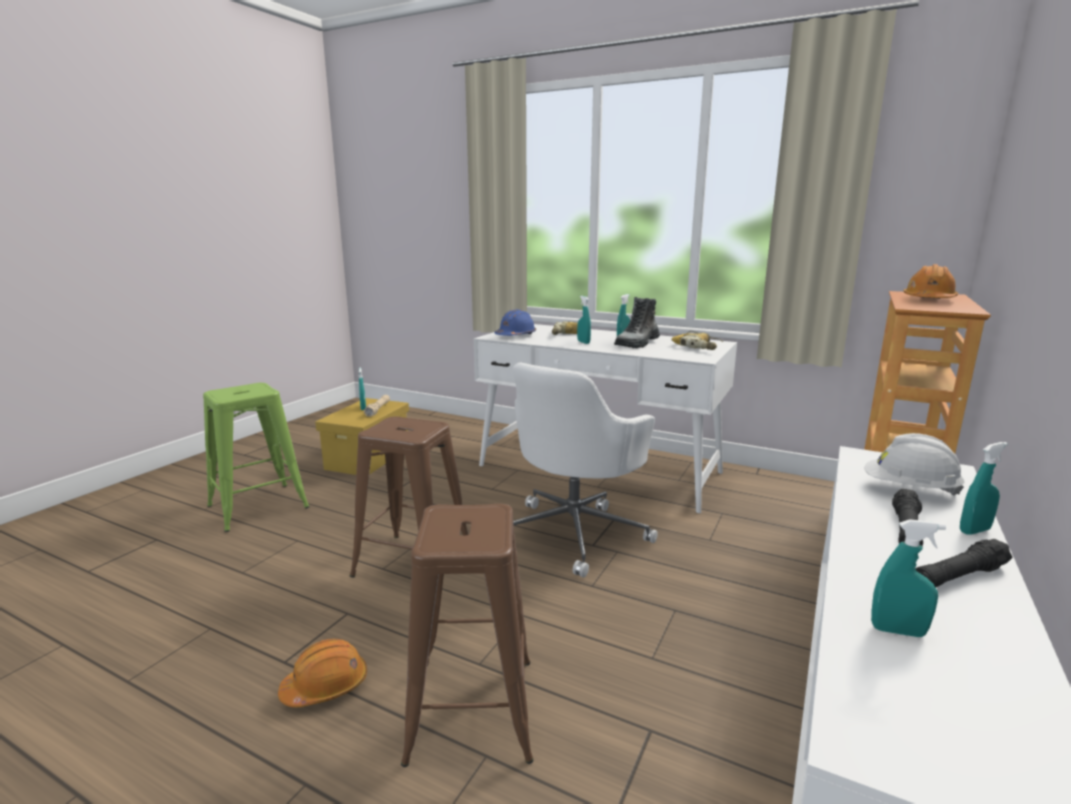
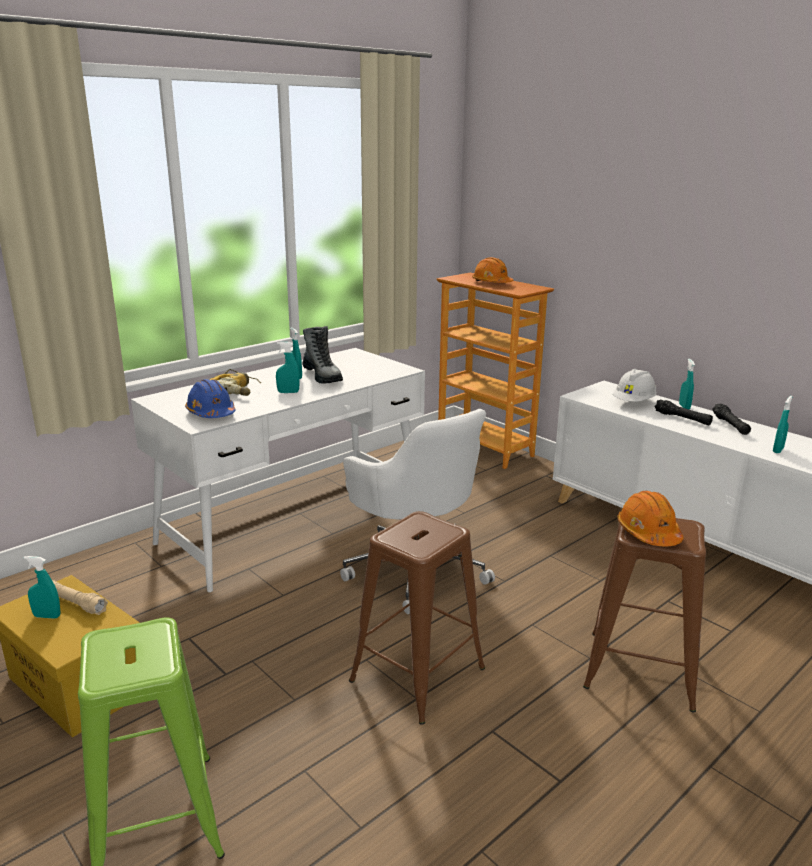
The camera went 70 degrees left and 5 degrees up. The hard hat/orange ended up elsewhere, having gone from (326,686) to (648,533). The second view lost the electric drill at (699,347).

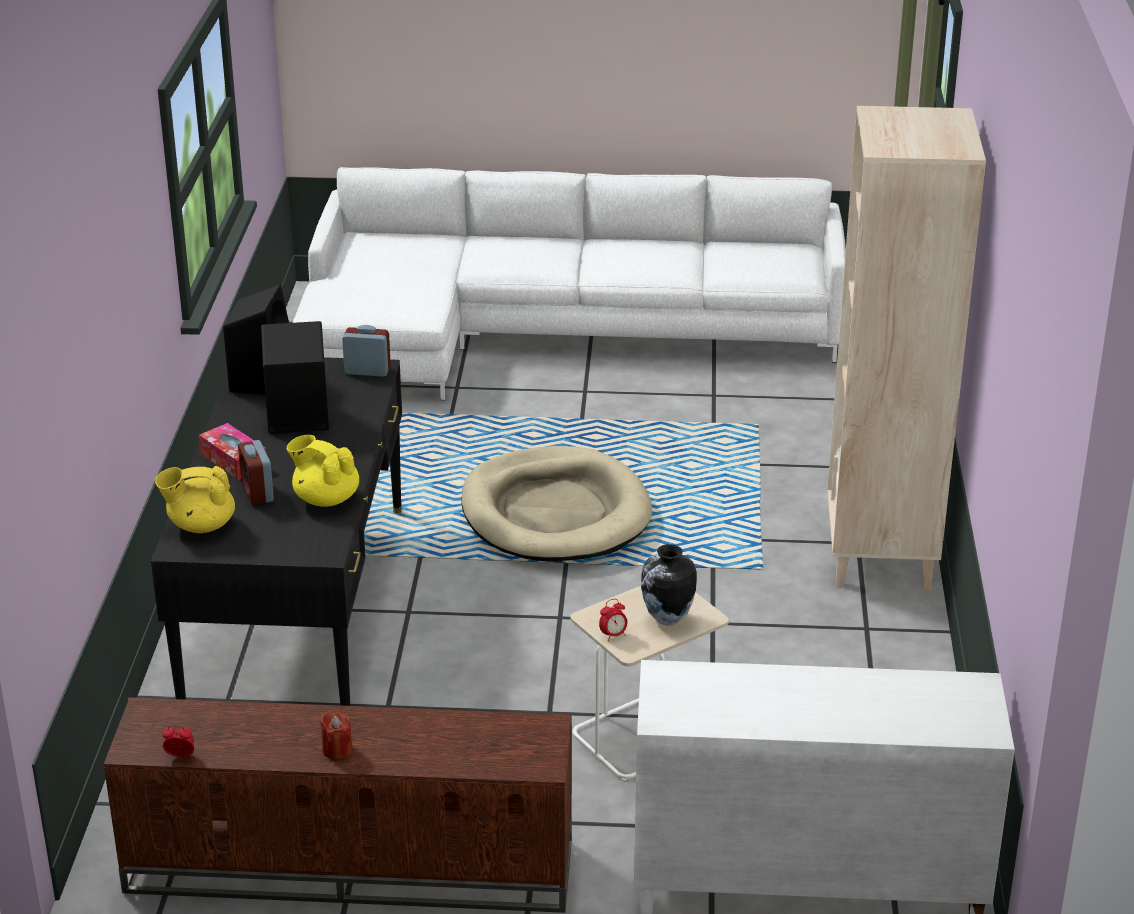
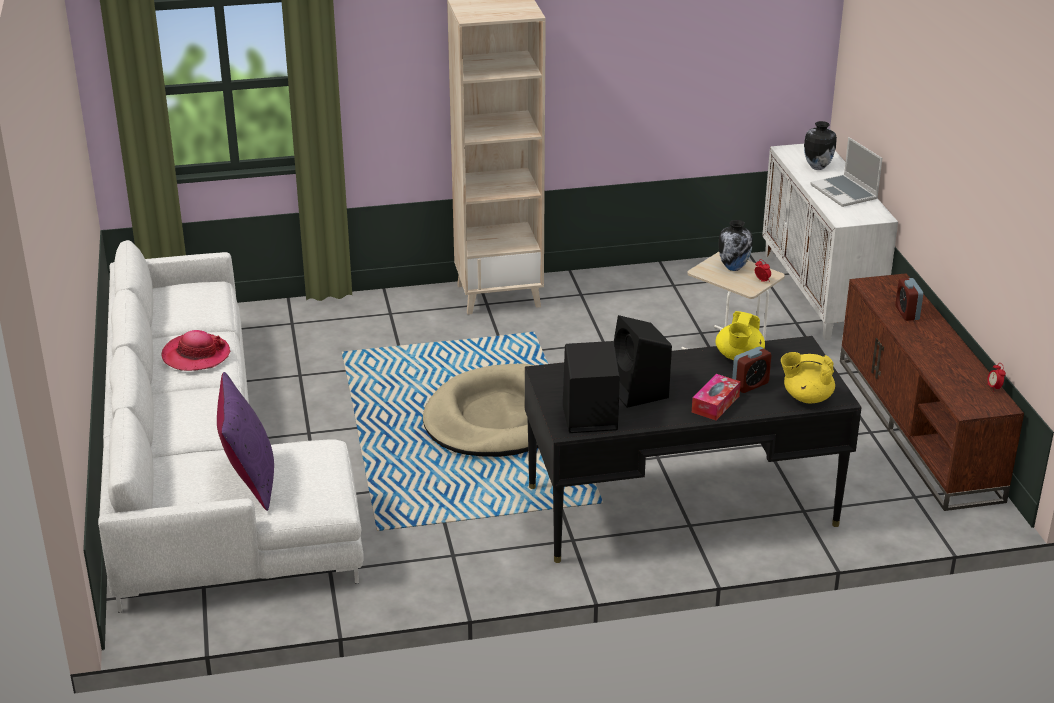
The camera went 105 degrees left and 0 degrees up. The pot for tea/yellow at (200,525) ended up facing another way, 120 degrees clockwise from before. The second view lost the candle/red at (337,749). The table clock ended up elsewhere, having gone from (367,371) to (907,313). The second view gained the hat at (196,355). The second view gained the cushion/purple-coloured at (250,480). The second view gained the vase at (817,167). The second view gained the laptop at (845,192).

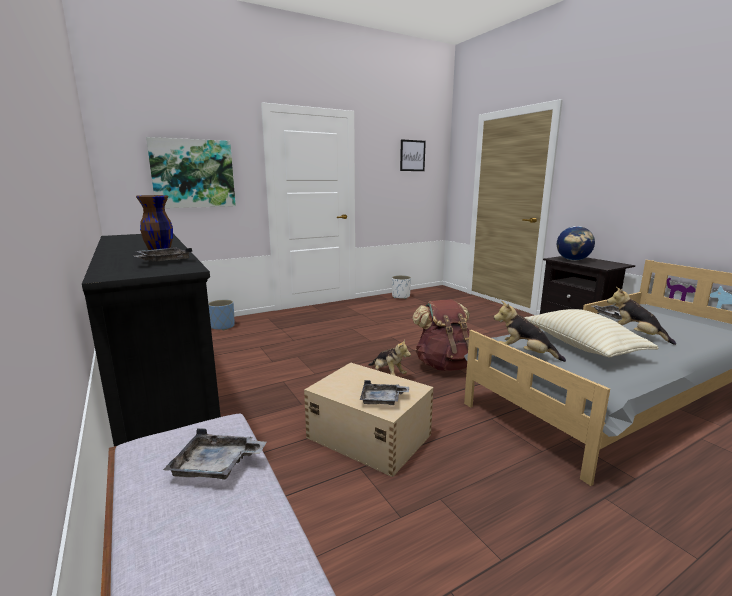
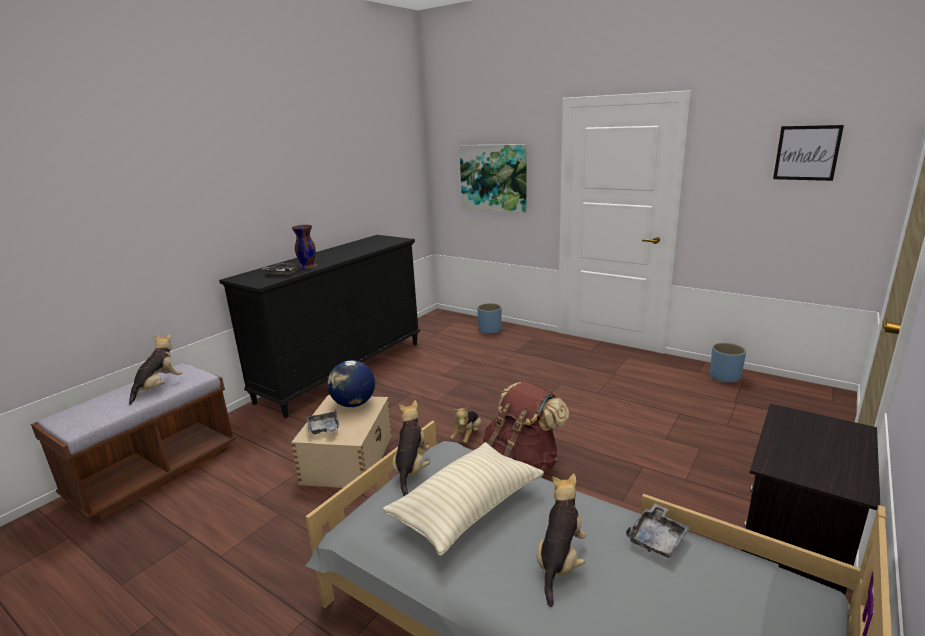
The camera went 65 degrees right and 5 degrees up. Where the carrying tray/gray stood at (216,466), the soft toy came to stand at (158,387). What was the flower pot/white-coloured at (400,296) turned into the flower pot/bluish at (725,377). The world globe ended up elsewhere, having gone from (573,260) to (353,404).

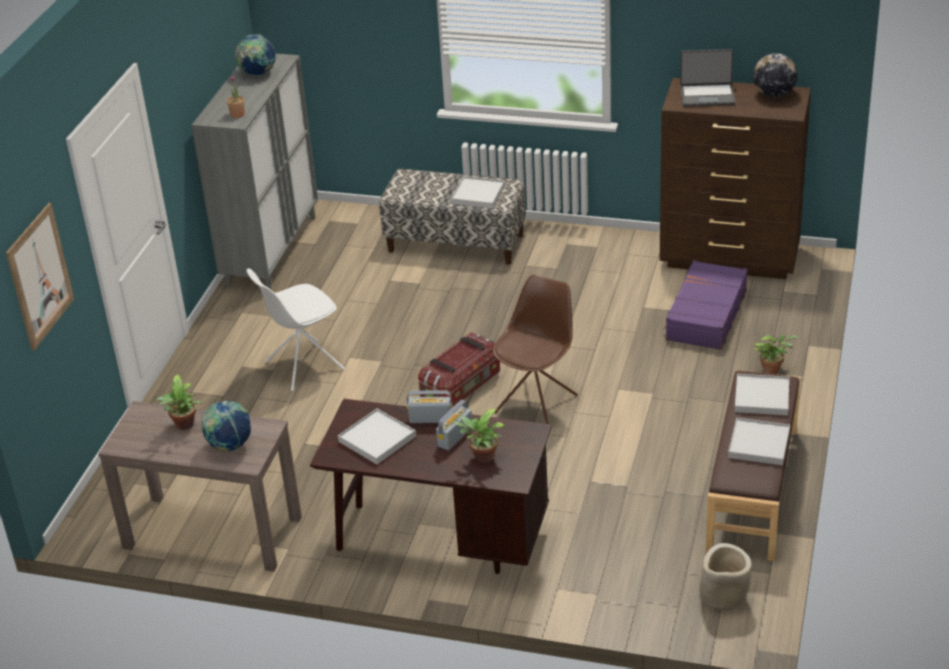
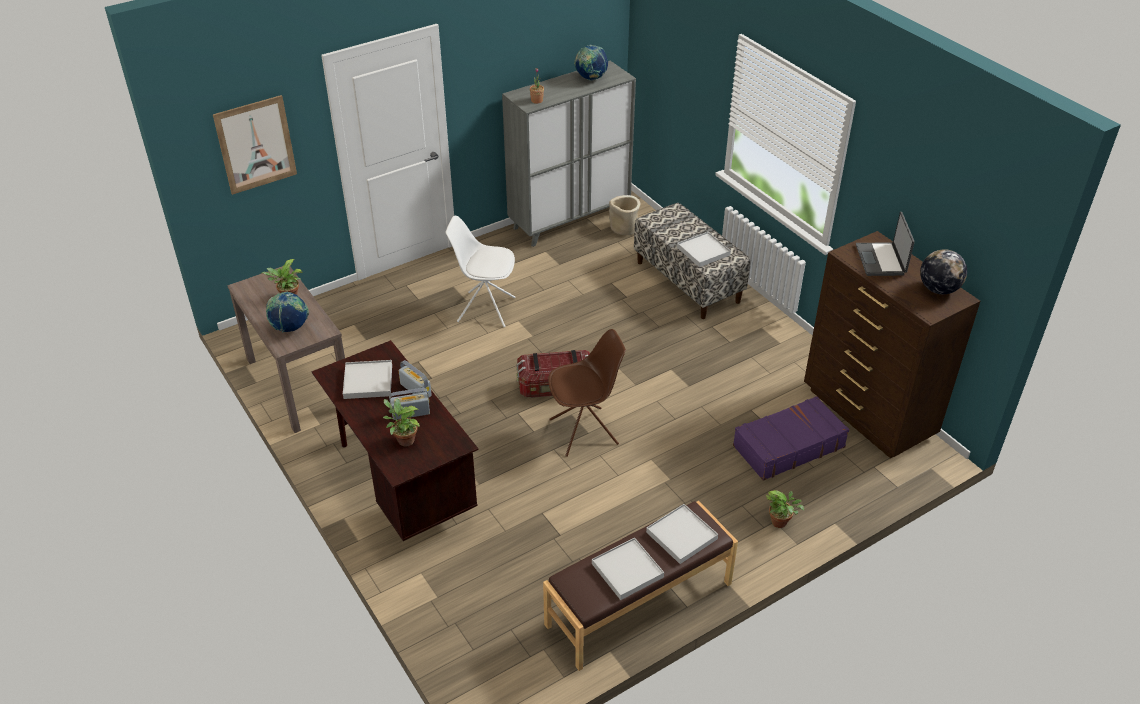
The camera went 40 degrees right and 5 degrees up. The laptop at (707,96) ended up facing another way, 45 degrees clockwise from before. The flower pot/beige ended up elsewhere, having gone from (723,596) to (624,228).

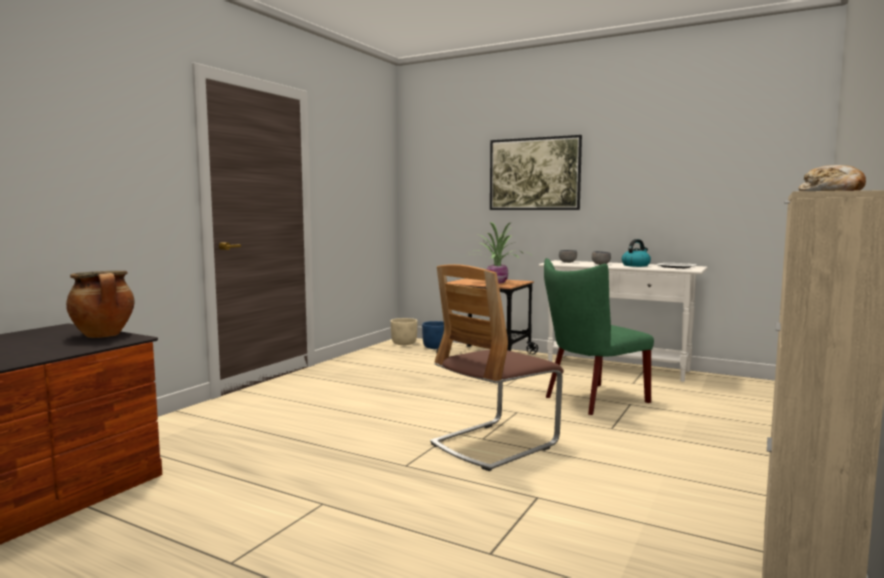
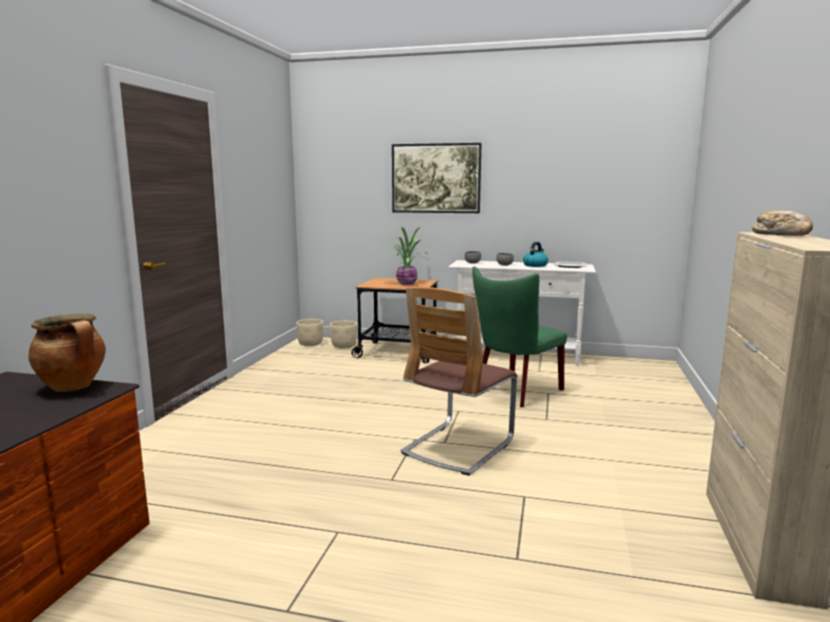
The camera went 15 degrees left and 5 degrees up. What was the flower pot/bluish at (435,347) turned into the flower pot/beige at (344,346).

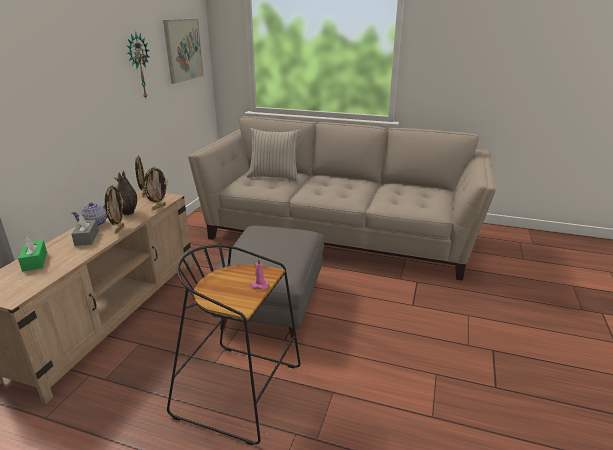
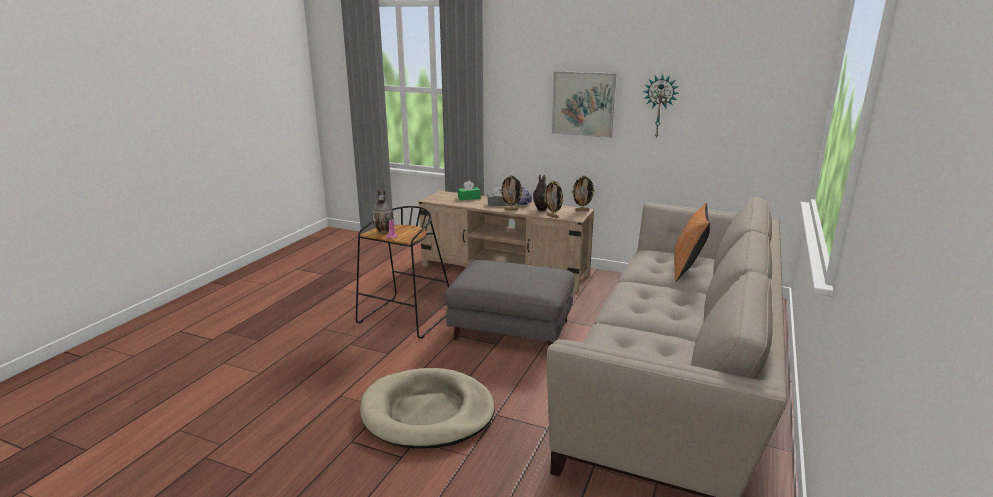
The camera went 95 degrees right and 5 degrees down. The wall art ended up elsewhere, having gone from (183,50) to (583,104). What was the cushion/beige at (274,176) turned into the cushion/orange at (687,269). The second view gained the dog bed/beige at (427,413). The second view gained the vase at (384,231).

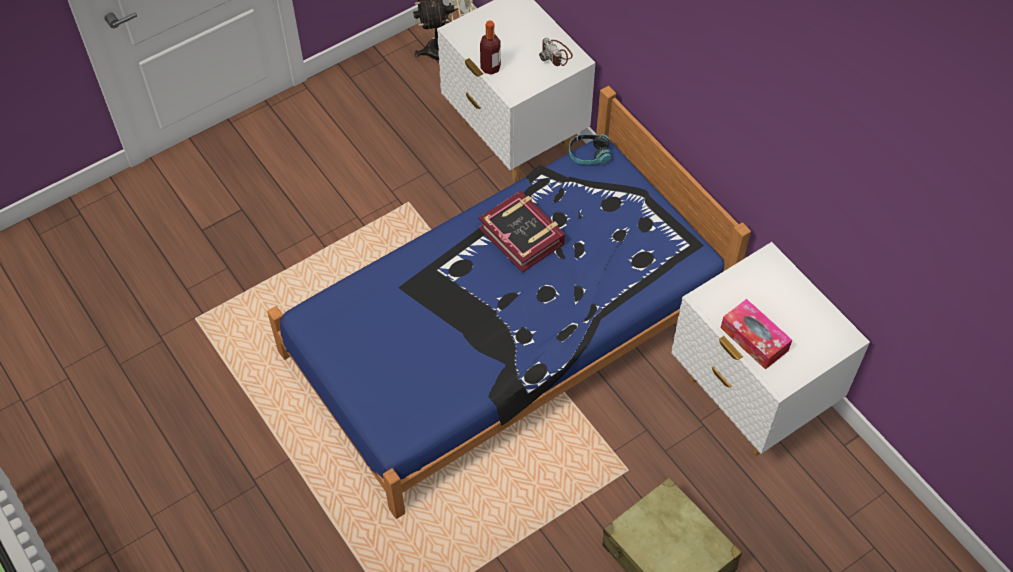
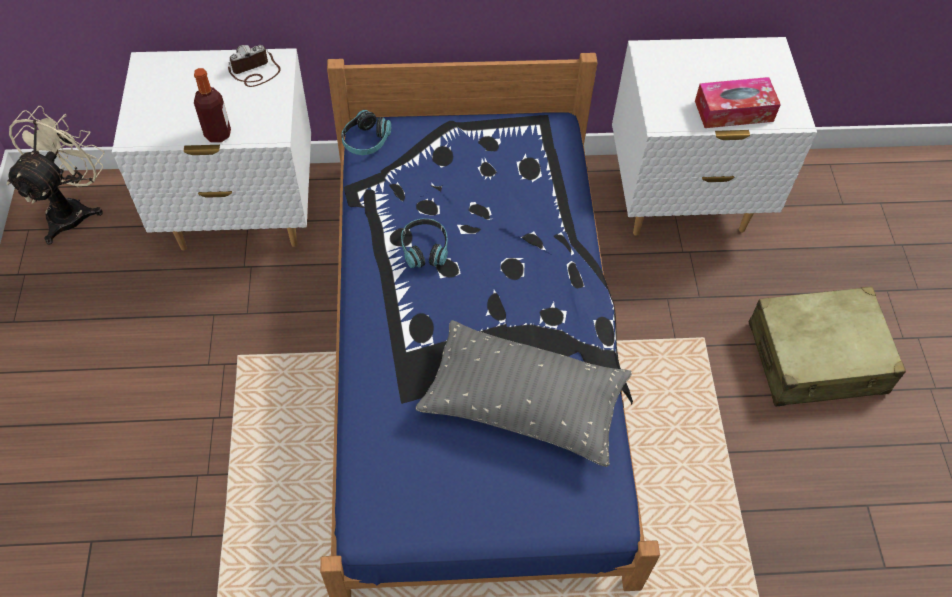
The camera went 60 degrees left and 0 degrees up. Where the bound book stood at (522,236), the pair of headphones came to stand at (424,249). The still camera at (556,54) ended up facing another way, 150 degrees clockwise from before. The second view gained the cushion/gray at (523,404).

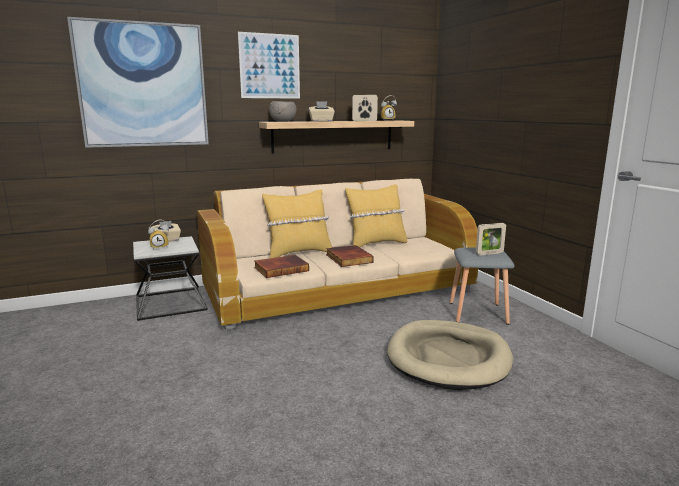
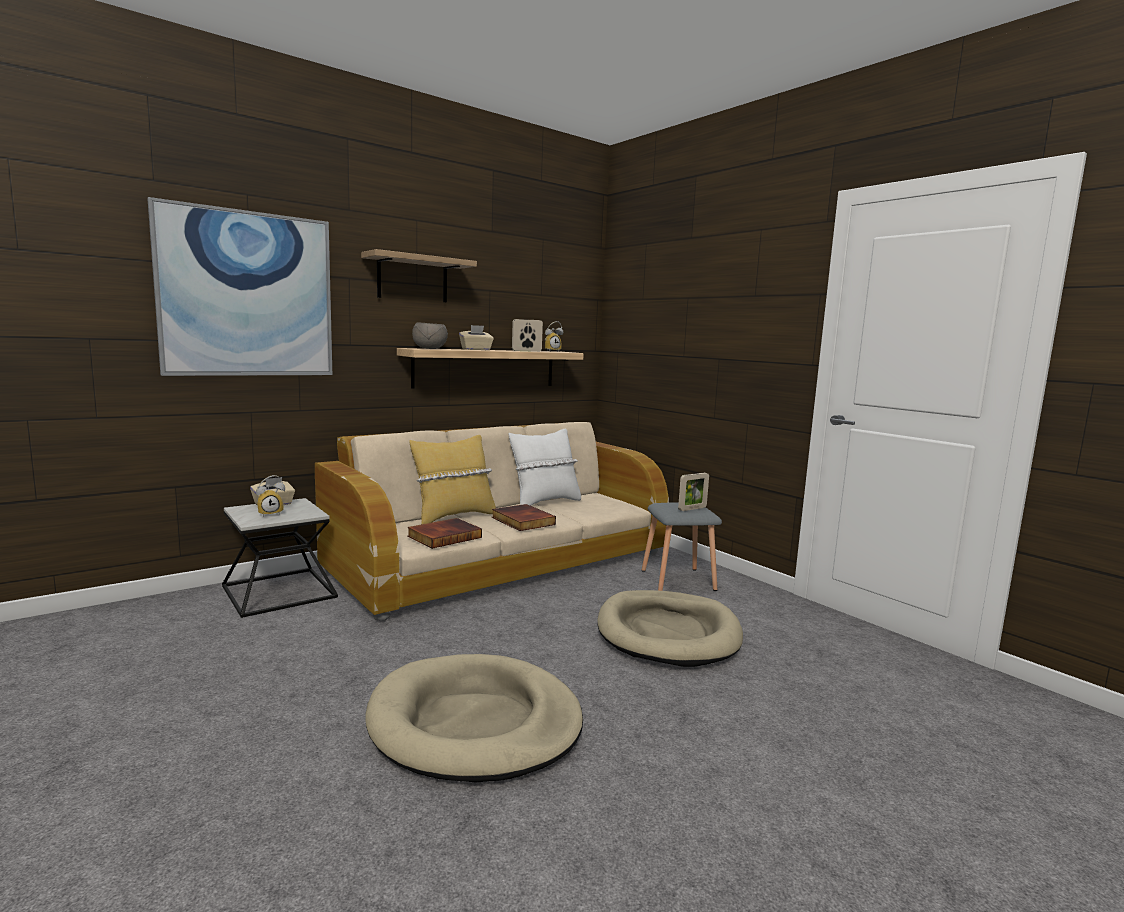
The camera went 15 degrees left and 5 degrees down. Where the wall art hung at (269,66), the bracket shelf came to hang at (412,279). What was the cushion/yellow at (376,244) turned into the cushion/white-coloured at (544,502). The second view gained the dog bed/beige at (475,723).

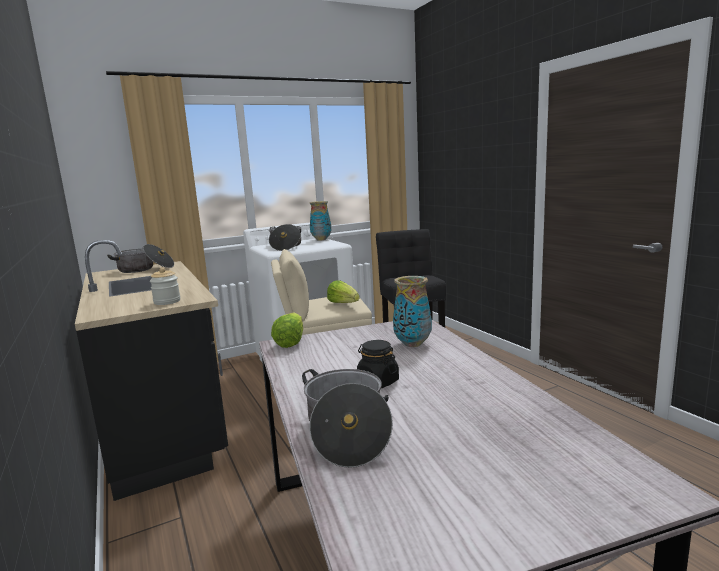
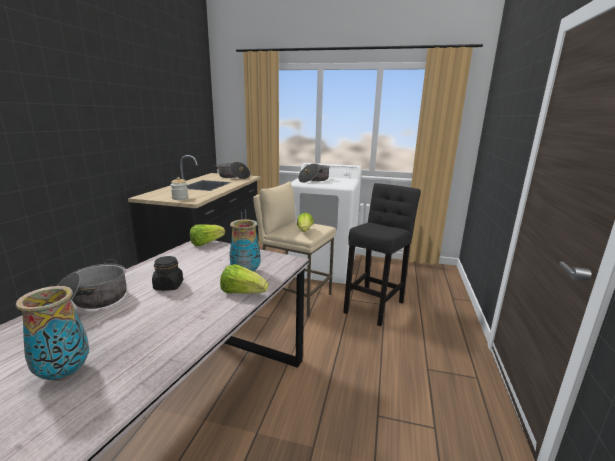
The camera went 40 degrees right and 5 degrees up. The vase ended up elsewhere, having gone from (321,239) to (65,373). The second view gained the lettuce head at (242,293).

